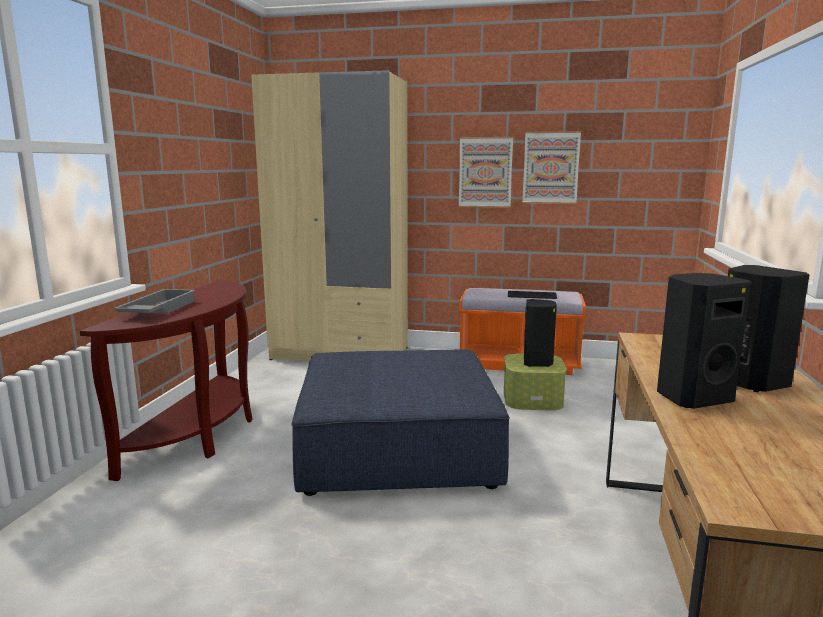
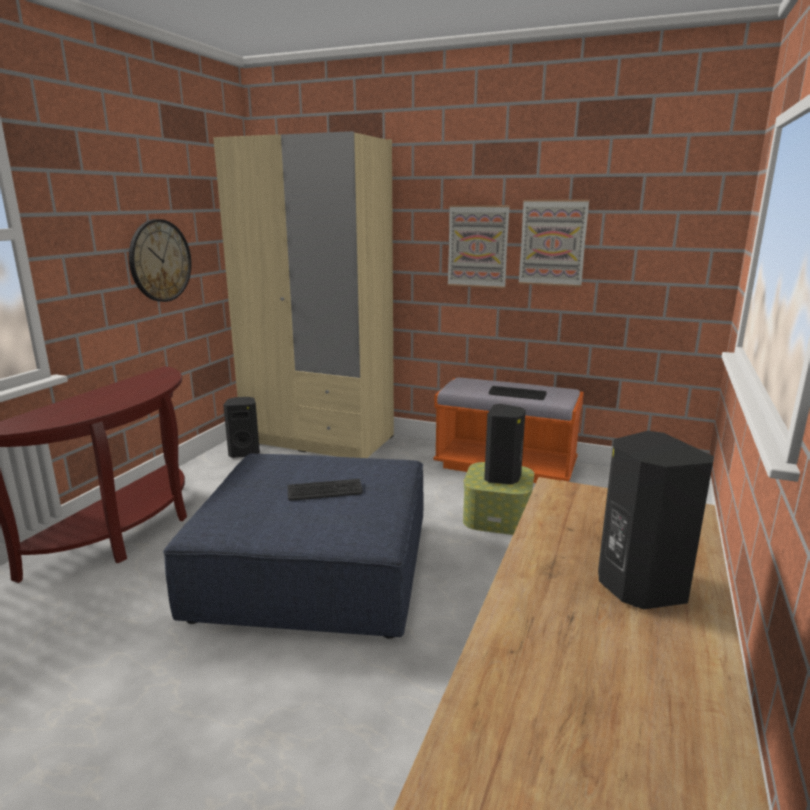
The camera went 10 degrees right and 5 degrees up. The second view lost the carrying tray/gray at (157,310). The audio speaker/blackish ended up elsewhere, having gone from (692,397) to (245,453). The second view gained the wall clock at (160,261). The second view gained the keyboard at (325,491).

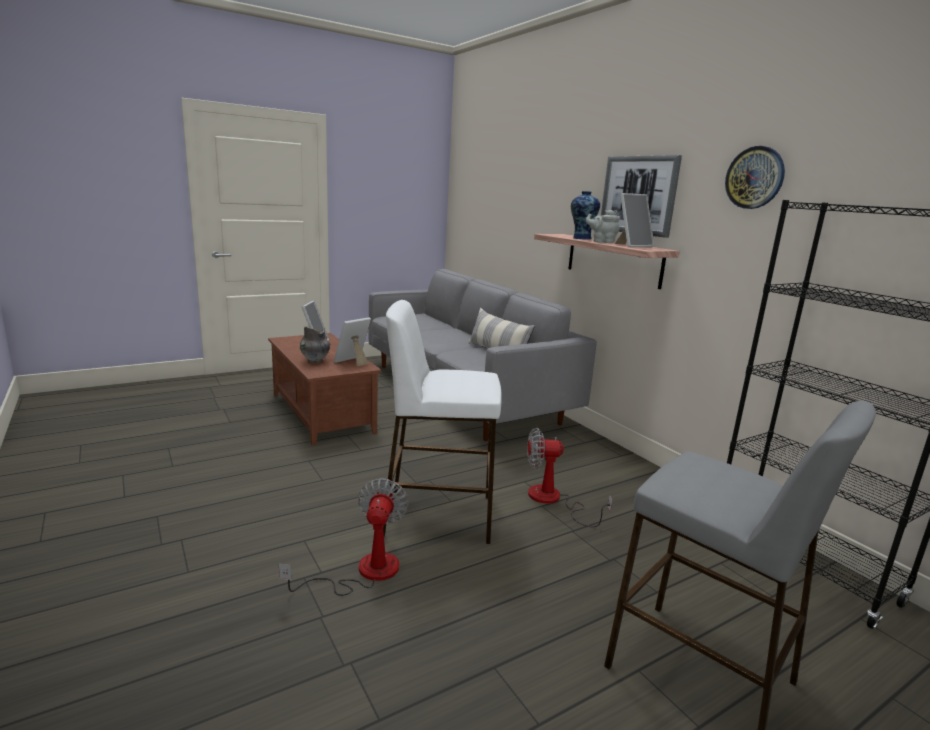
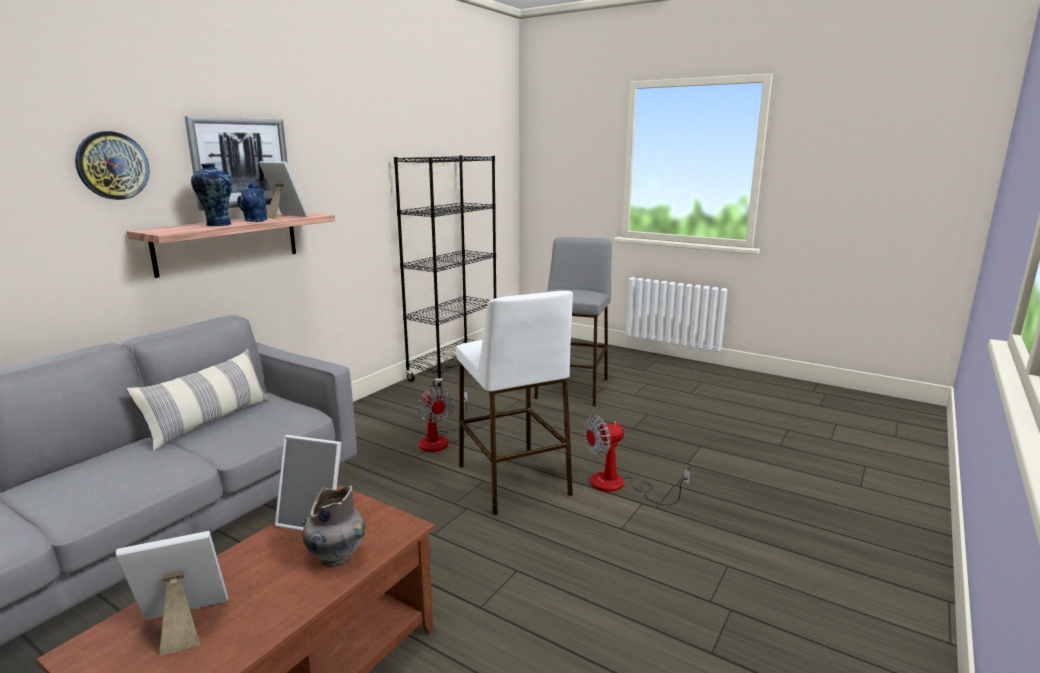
The camera went 115 degrees left and 0 degrees up. What was the pot for tea/gray at (602,242) turned into the pot for tea/bluish at (255,221). The wall clock ended up elsewhere, having gone from (755,178) to (112,165).

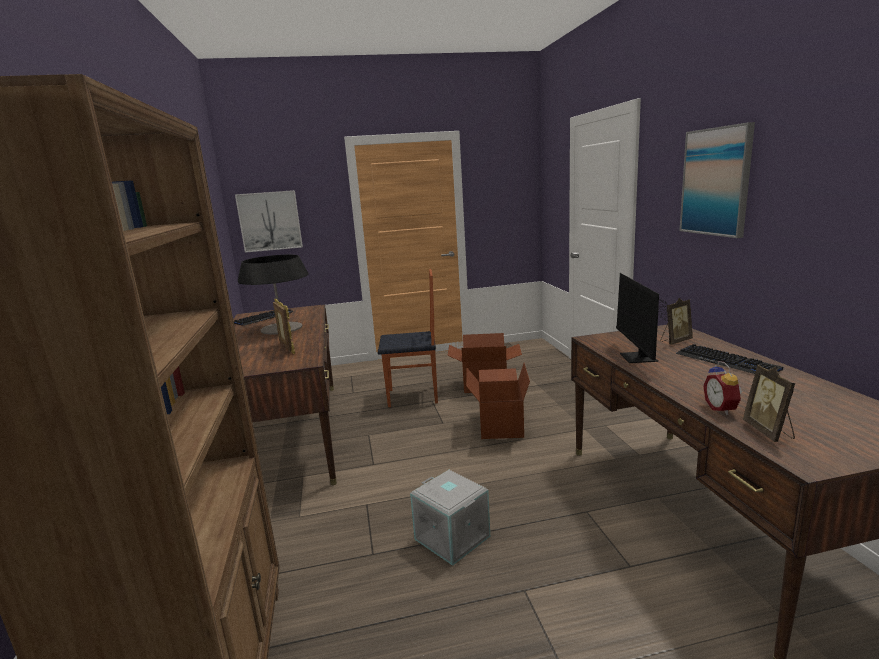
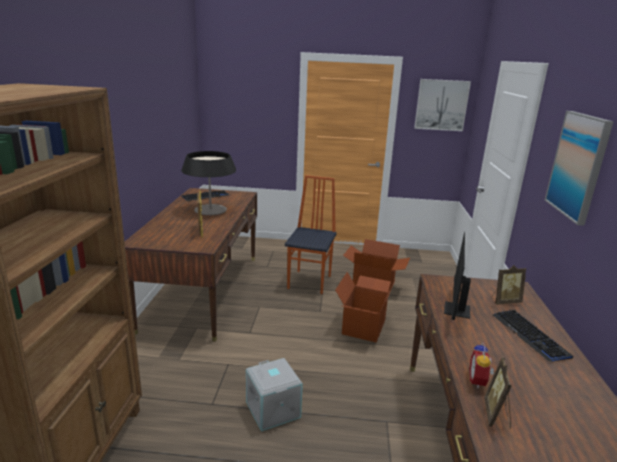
The camera went 15 degrees right and 5 degrees up. The wall art ended up elsewhere, having gone from (270,221) to (441,105). The chair at (413,396) ended up facing another way, 90 degrees counterclockwise from before.

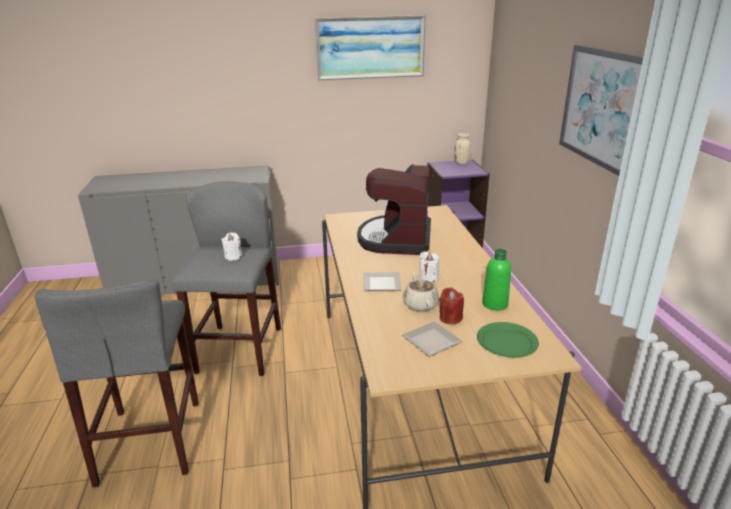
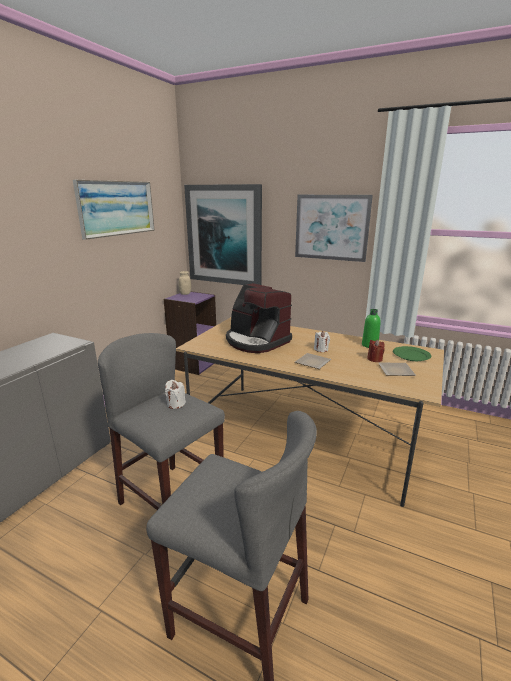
The camera went 55 degrees left and 5 degrees down. The second view lost the pot for tea/beige at (420,304). The second view gained the wall art at (225,235).

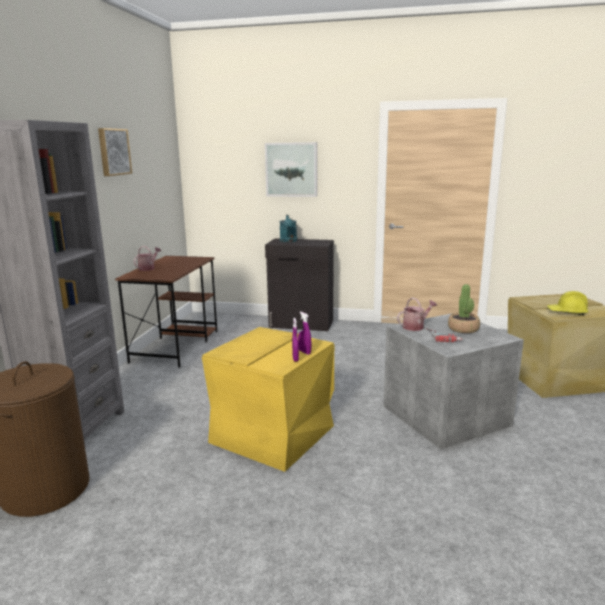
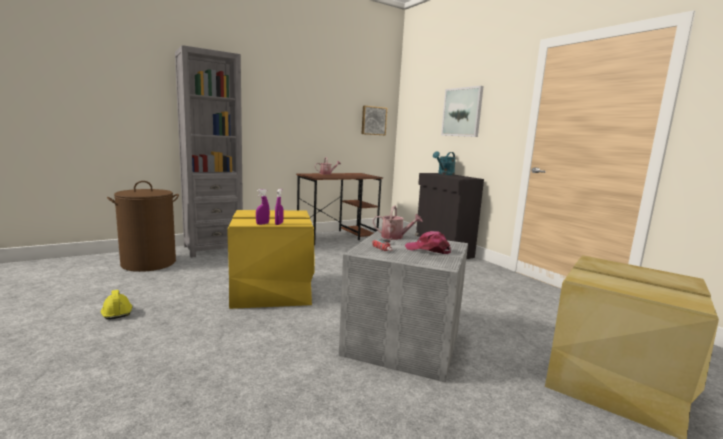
The camera went 45 degrees right and 5 degrees down. The wall art ended up elsewhere, having gone from (113,152) to (373,120). Where the plant in a pot stood at (463,329), the peaked cap/pink-coloured came to stand at (428,250). The hard hat/yellow ended up elsewhere, having gone from (567,312) to (116,312).

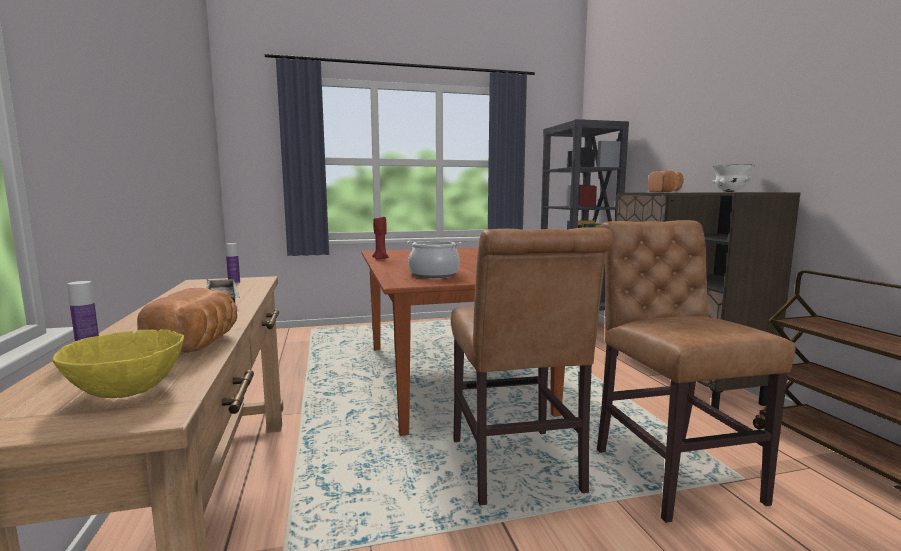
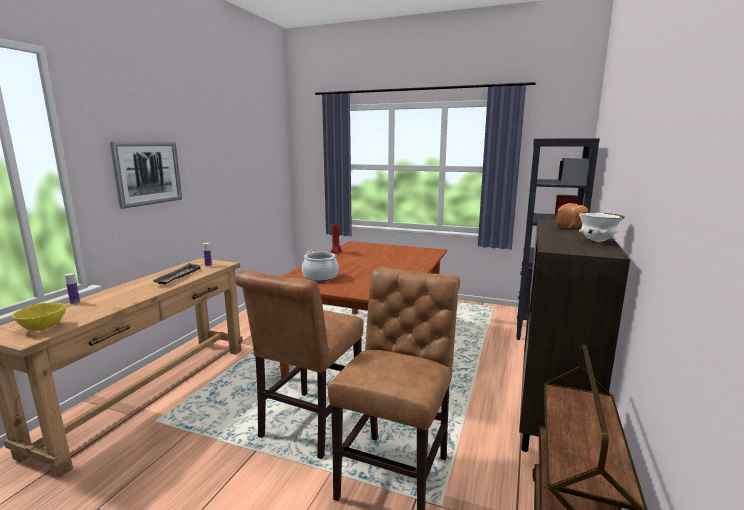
The camera went 35 degrees right and 5 degrees up. The second view lost the bread at (198,344). The second view gained the wall art at (148,173).

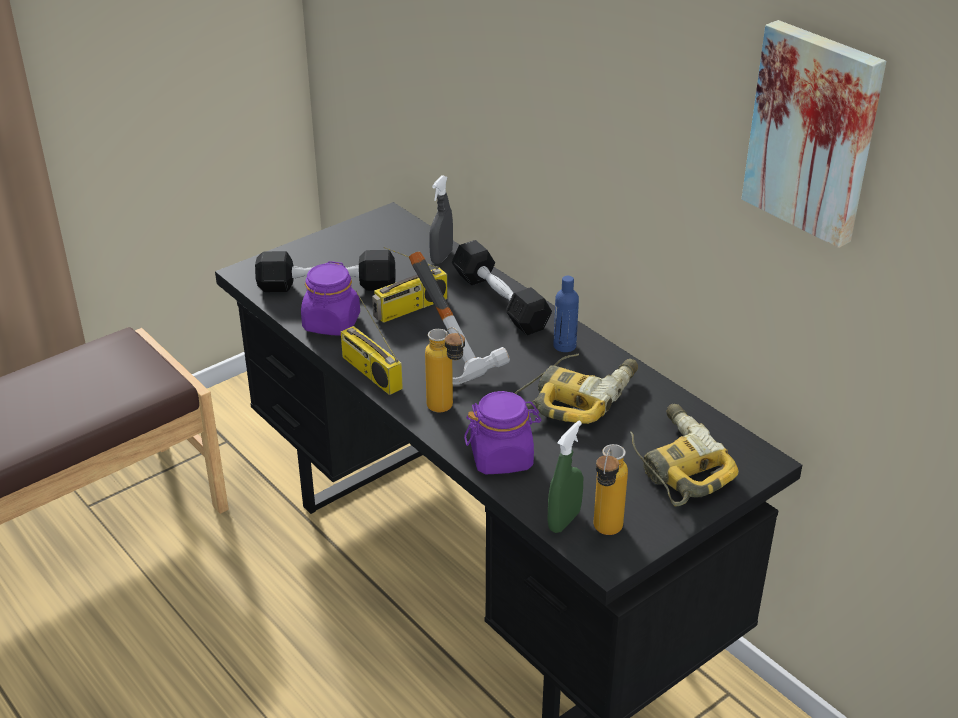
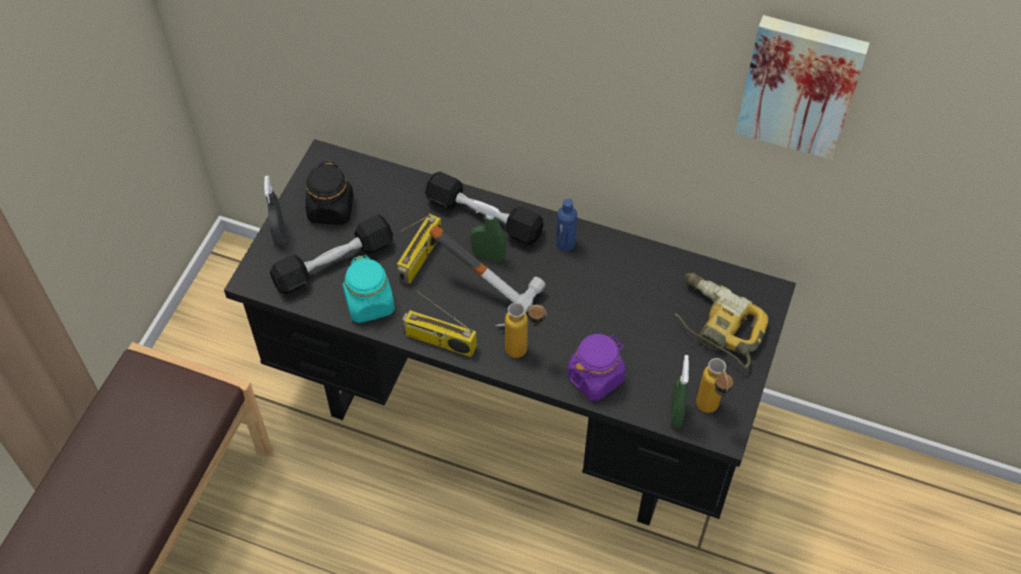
The camera went 30 degrees left and 20 degrees up. What was the storage jar/purple-coloured at (331,323) turned into the storage jar/blue-green at (370,303). The sprayer/gray ended up elsewhere, having gone from (441,257) to (279,234). The second view lost the electric drill at (578,395). The second view gained the storage jar/blackish at (331,209). The second view gained the sprayer/greenish at (488,256).

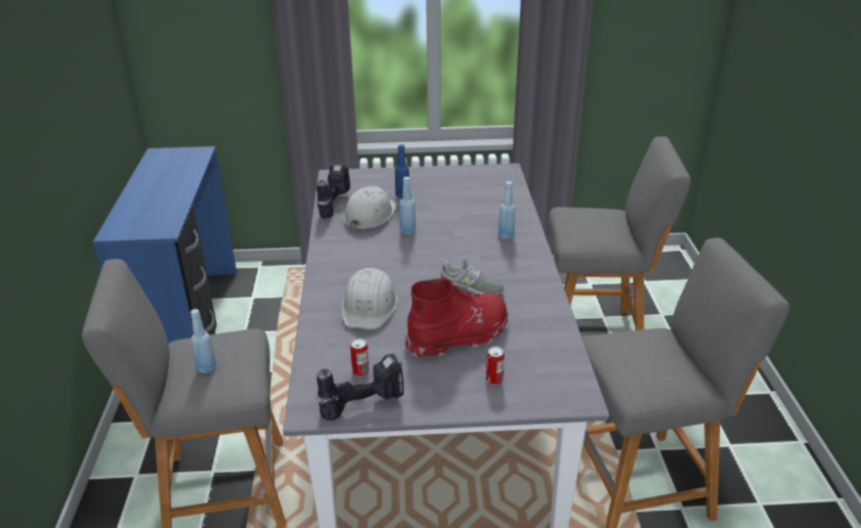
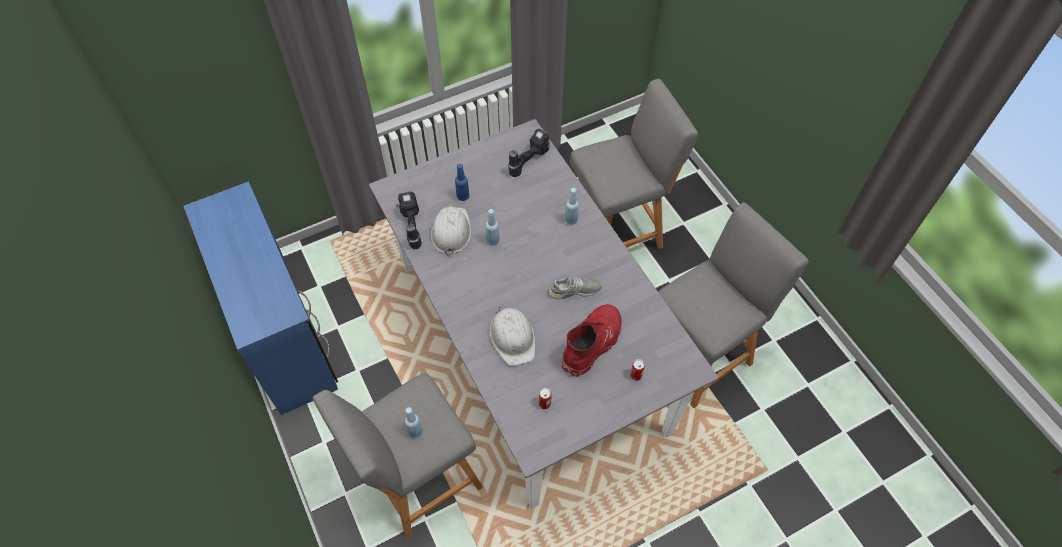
The camera went 25 degrees left and 25 degrees up. The electric drill ended up elsewhere, having gone from (363,402) to (527,160).

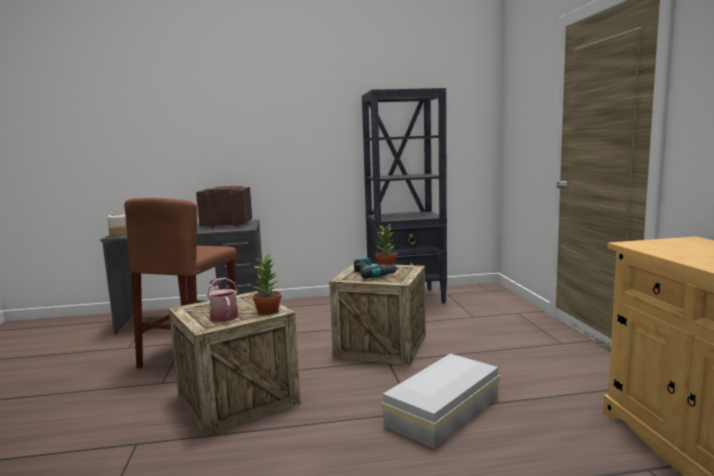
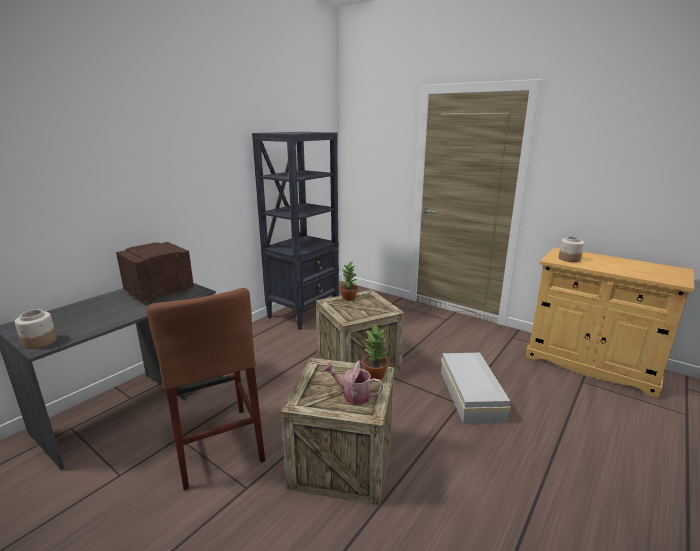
The camera went 45 degrees left and 10 degrees up. The second view lost the electric drill at (373,274). The second view gained the storage jar at (569,259).

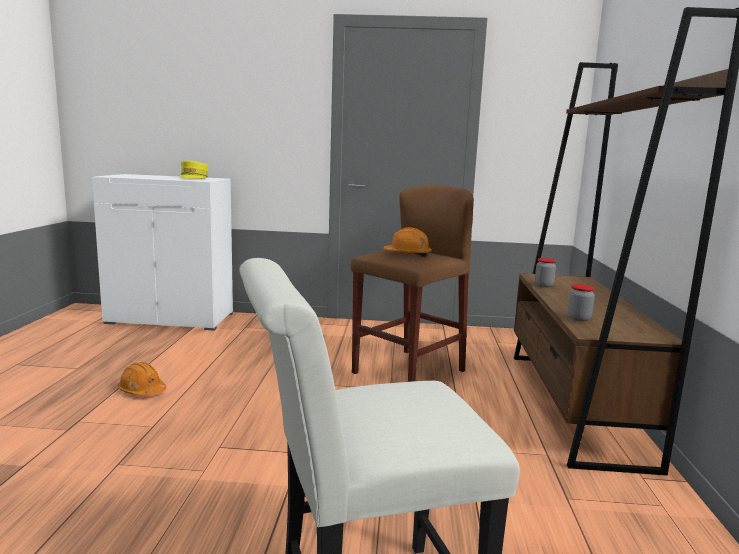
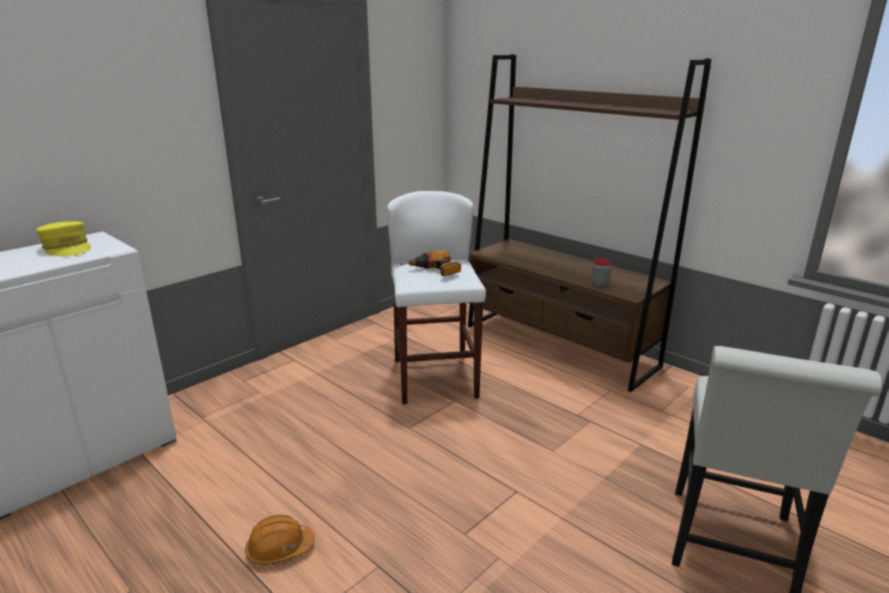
The camera went 50 degrees left and 10 degrees up. What was the stool/brown at (408,372) turned into the stool/white-coloured at (435,378). Where the hard hat/orange stood at (407,254), the electric drill came to stand at (435,271). The second view lost the storage jar at (543,285).

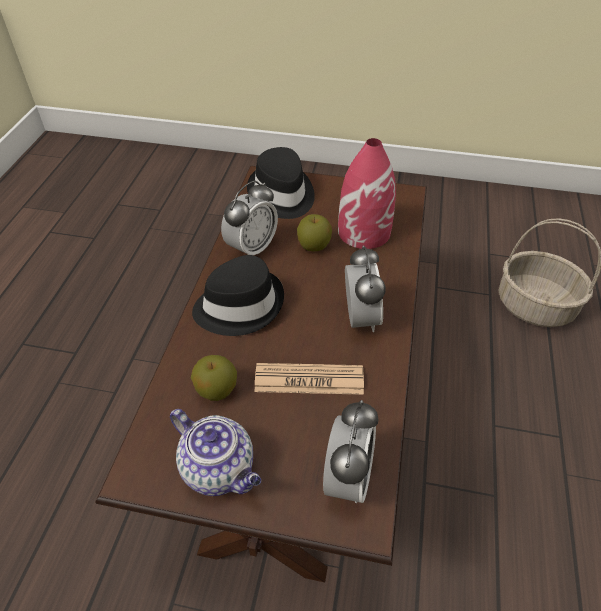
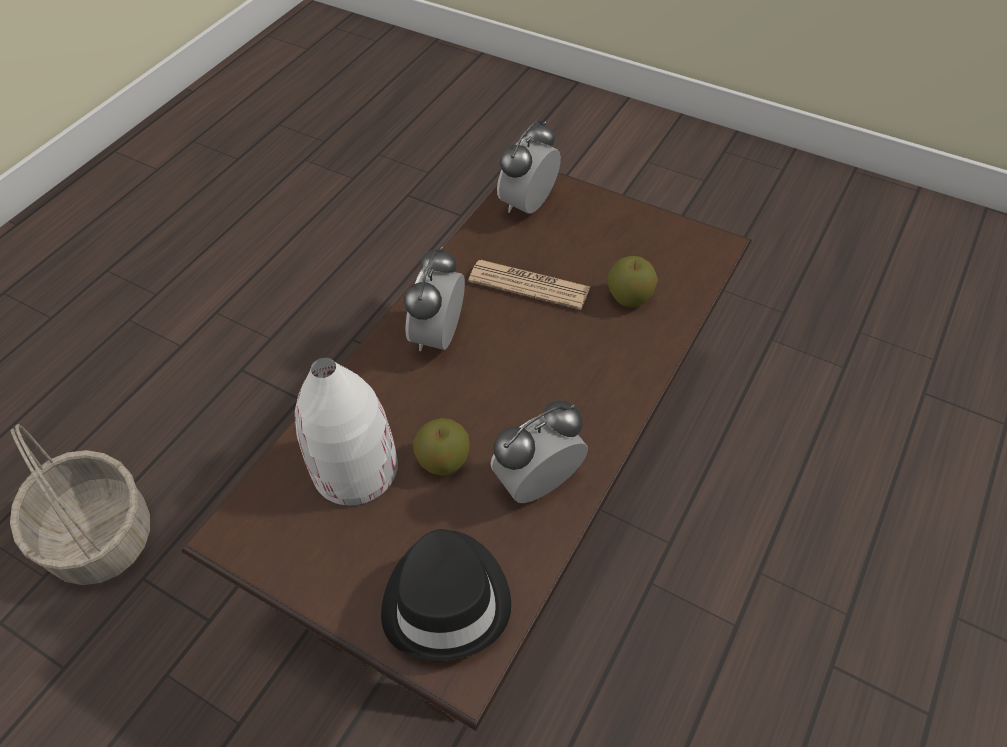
The camera went 160 degrees left and 5 degrees up. The second view lost the pot for tea at (220,469). The second view lost the hat/blackish at (239,305). What was the vase/red at (364,231) turned into the vase/white-coloured at (354,469).

